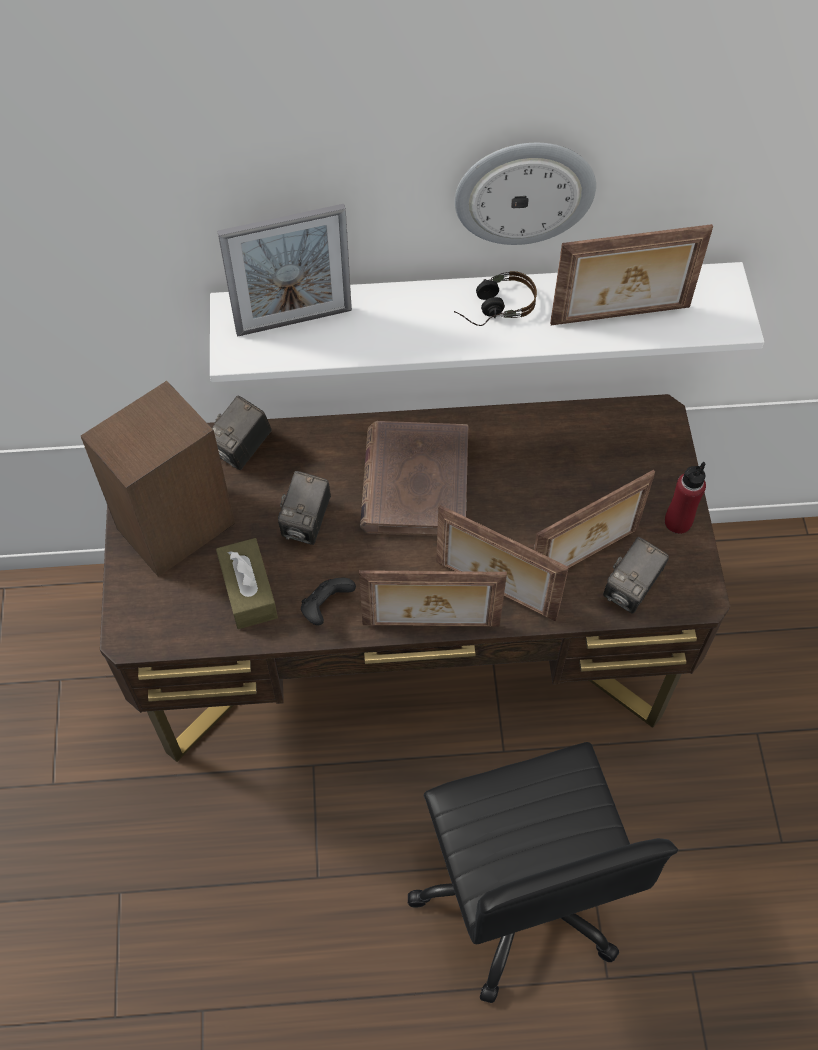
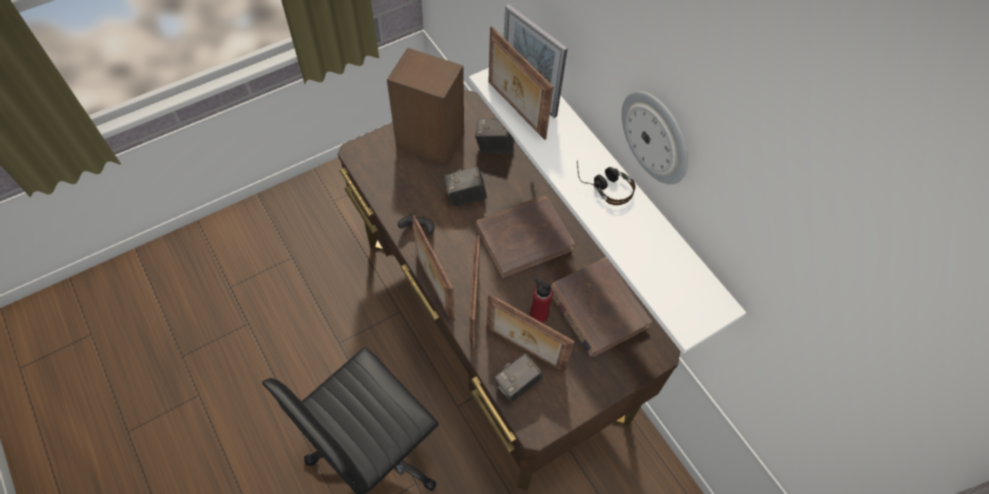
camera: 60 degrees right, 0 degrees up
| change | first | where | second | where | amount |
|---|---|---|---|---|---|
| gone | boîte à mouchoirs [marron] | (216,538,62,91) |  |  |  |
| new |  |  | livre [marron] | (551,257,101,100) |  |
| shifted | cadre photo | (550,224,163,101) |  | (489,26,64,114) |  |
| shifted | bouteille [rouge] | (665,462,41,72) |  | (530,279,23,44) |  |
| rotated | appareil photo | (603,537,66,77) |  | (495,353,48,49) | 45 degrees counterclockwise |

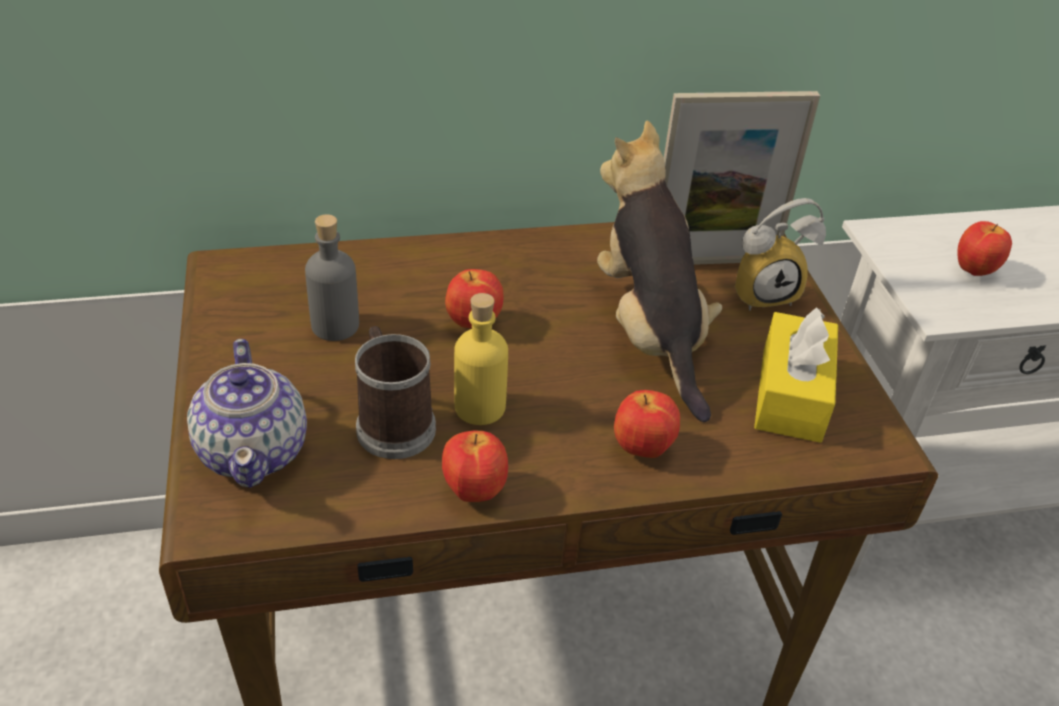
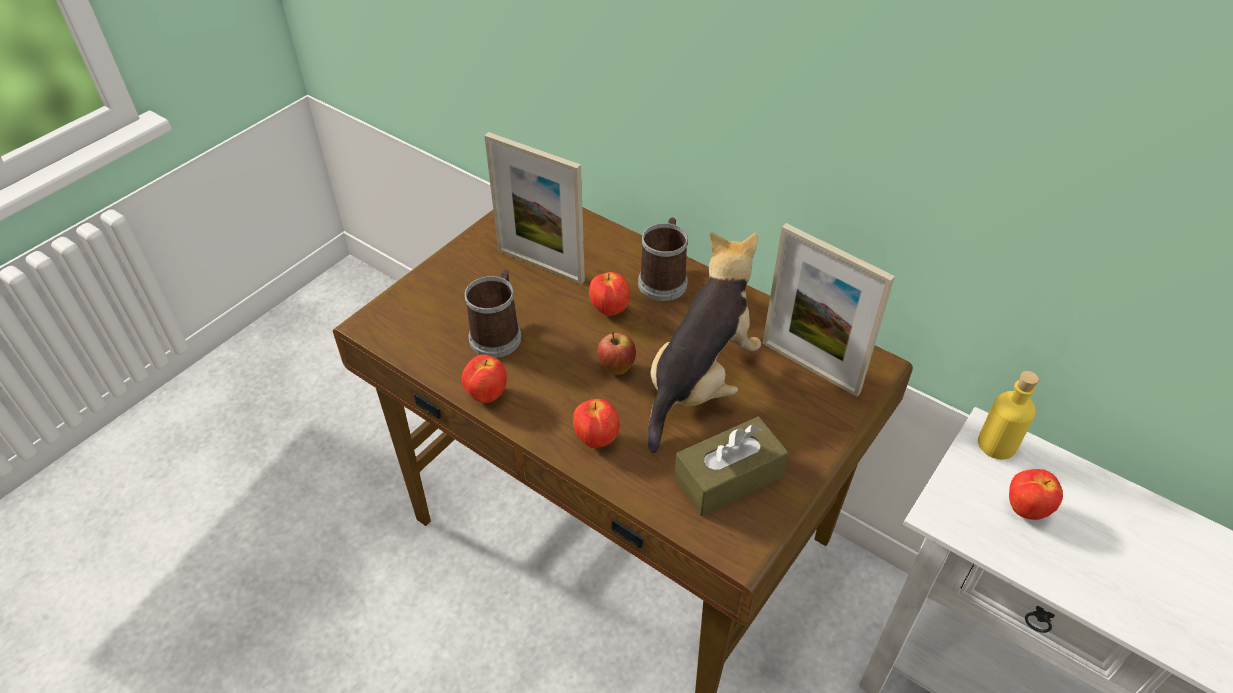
camera: 50 degrees right, 5 degrees up
| change | first | where | second | where | amount |
|---|---|---|---|---|---|
| gone | théière | (187,339,120,149) |  |  |  |
| gone | réveil | (735,198,91,113) |  |  |  |
| new |  |  | pomme | (597,332,39,42) |  |
| new |  |  | mug | (638,218,50,83) |  |
| shifted | bouteille [jaune] | (454,293,54,132) |  | (978,371,61,88) |  |
| swapped | bouteille [gris] | (305,214,54,127) | cadre photo | (484,132,101,152) |  |
| repainted | boîte à mouchoirs [jaune] | (754,307,84,136) | boîte à mouchoirs [marron] | (674,417,115,99) |  |

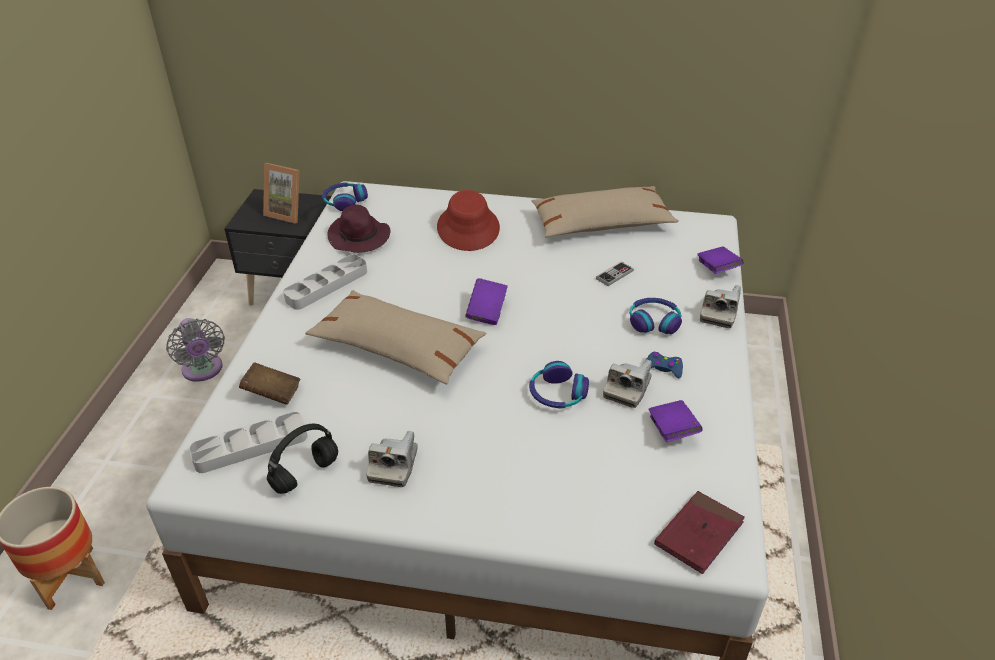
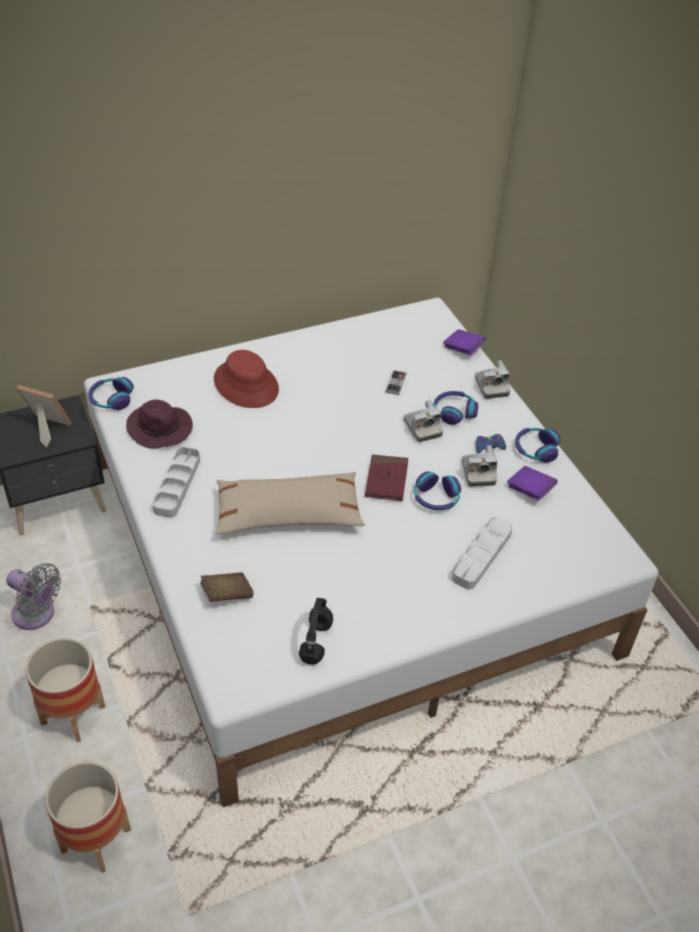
camera: 35 degrees left, 5 degrees up
| change | first | where | second | where | amount |
|---|---|---|---|---|---|
| gone | livre [violet] | (465,278,43,47) |  |  |  |
| gone | coussin [beige] | (532,186,147,51) |  |  |  |
| new |  |  | cache-pot | (26,638,79,104) |  |
| new |  |  | casque audio | (515,428,46,35) |  |
| shifted | plateau [gris] | (189,412,118,61) |  | (452,517,60,72) |  |
| shifted | appareil photo | (367,431,51,56) |  | (404,400,39,42) |  |
| shifted | livre [rouge] | (654,491,91,83) |  | (365,455,43,46) |  |
| rotated | cadre photo | (263,163,36,60) |  | (16,385,56,62) | 150 degrees counterclockwise |

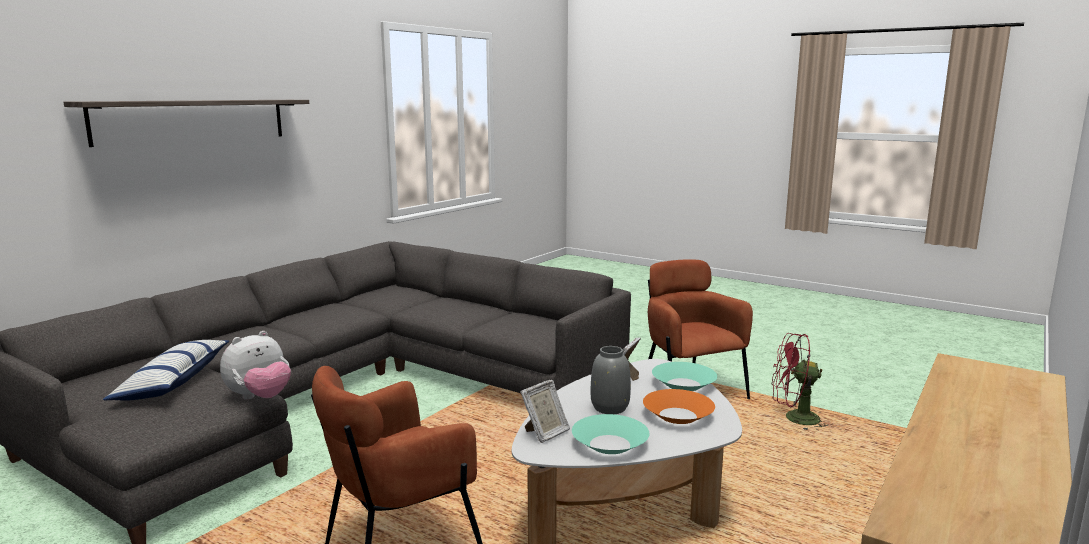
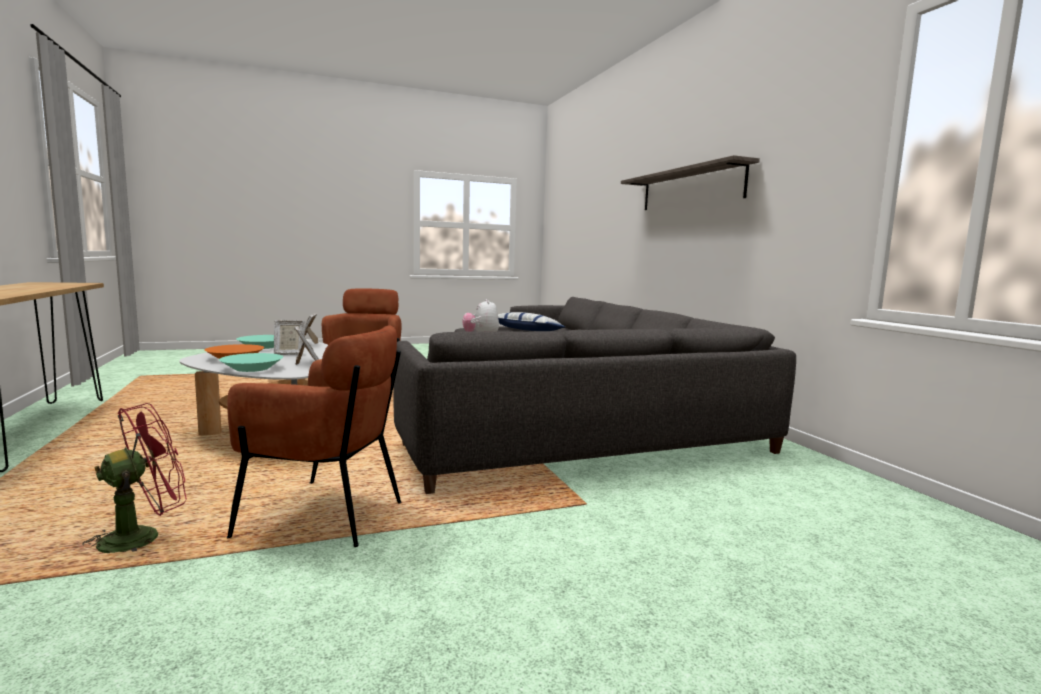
camera: 125 degrees right, 5 degrees down
| change | first | where | second | where | amount |
|---|---|---|---|---|---|
| swapped | vase [gris] | (591,346,40,68) | cadre photo | (274,320,31,35) |  |

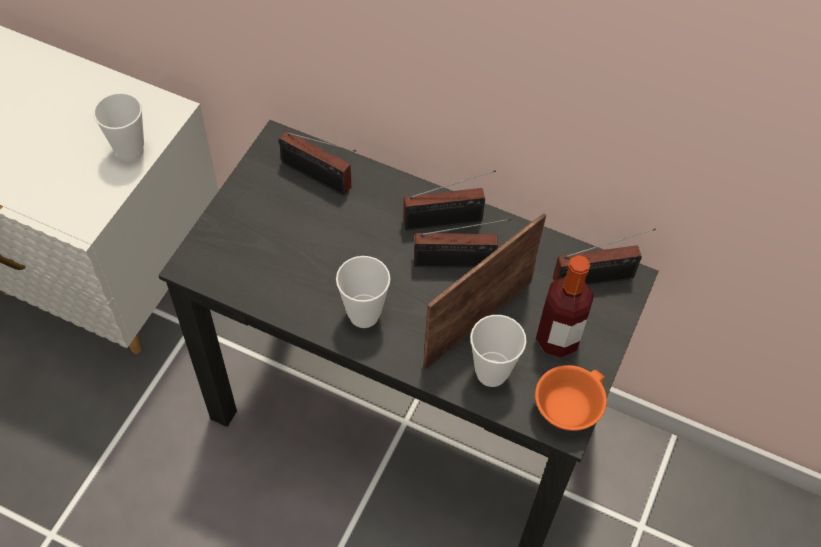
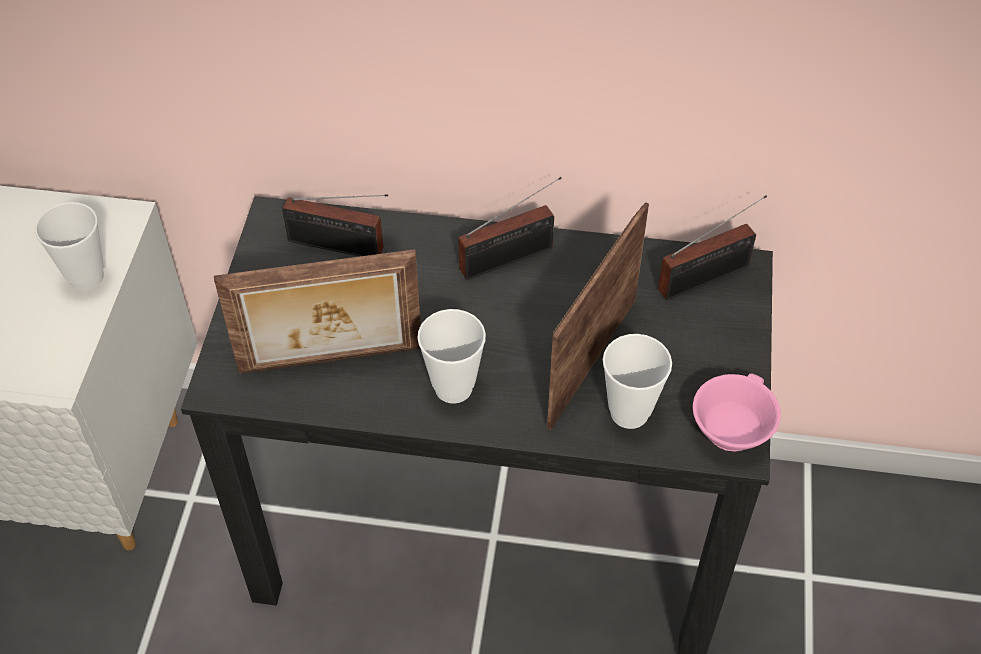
camera: 15 degrees left, 5 degrees down
| change | first | where | second | where | amount |
|---|---|---|---|---|---|
| gone | radio | (414,218,97,50) |  |  |  |
| gone | bouteille | (536,255,58,103) |  |  |  |
| new |  |  | cadre photo | (214,249,207,125) |  |
| repainted | tasse [orange] | (535,365,72,66) | tasse [rose] | (693,373,88,79) |  |

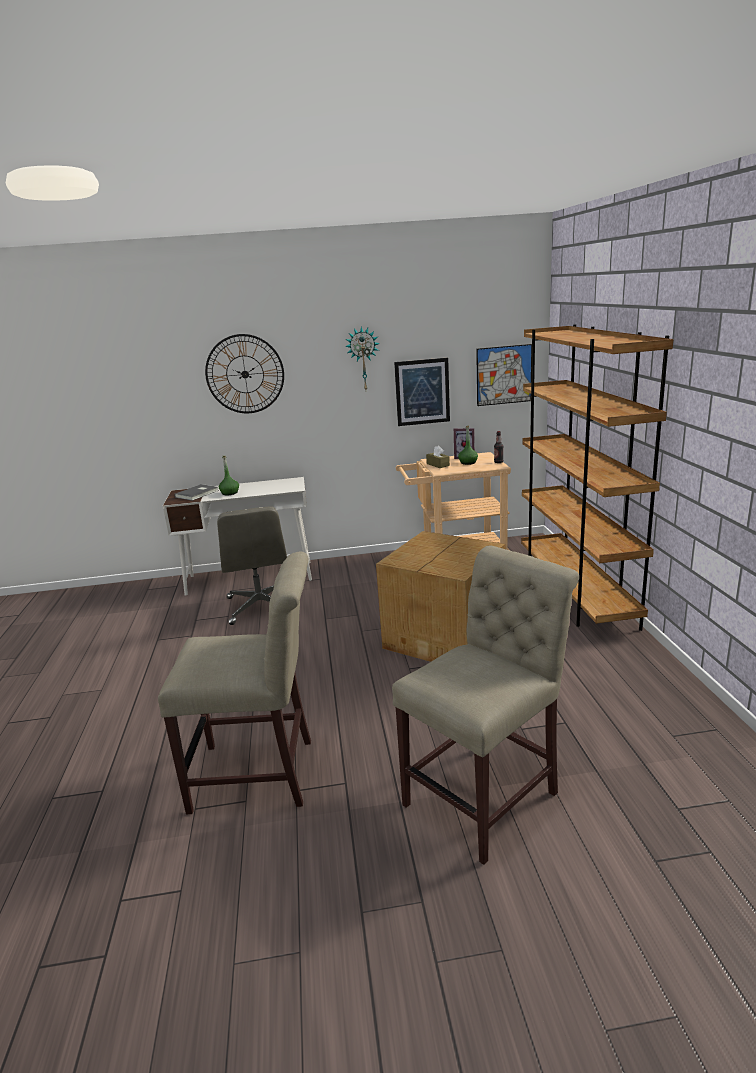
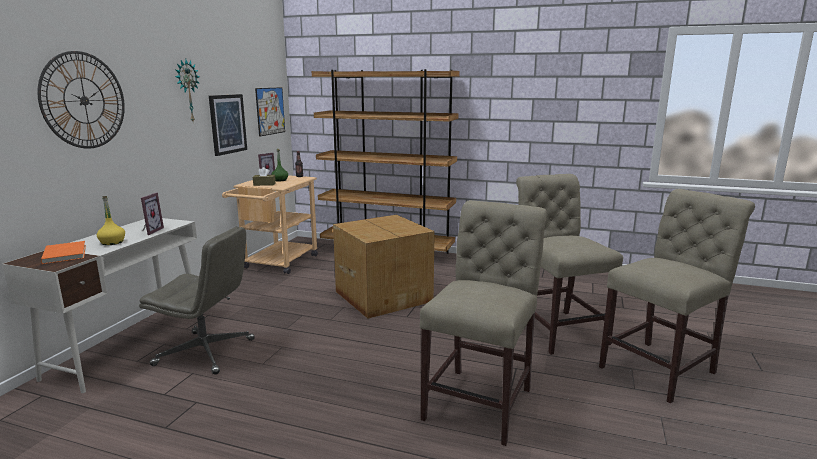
camera: 65 degrees left, 5 degrees down
| change | first | where | second | where | amount |
|---|---|---|---|---|---|
| new |  |  | cadre photo | (141,193,23,42) |  |
| new |  |  | chaise [beige] | (599,189,156,214) |  |
| repainted | livre [gris] | (174,484,45,17) | livre [orange] | (41,241,45,23) |  |
| repainted | bouteille [vert] | (219,456,20,39) | bouteille [jaune] | (97,196,28,49) |  |

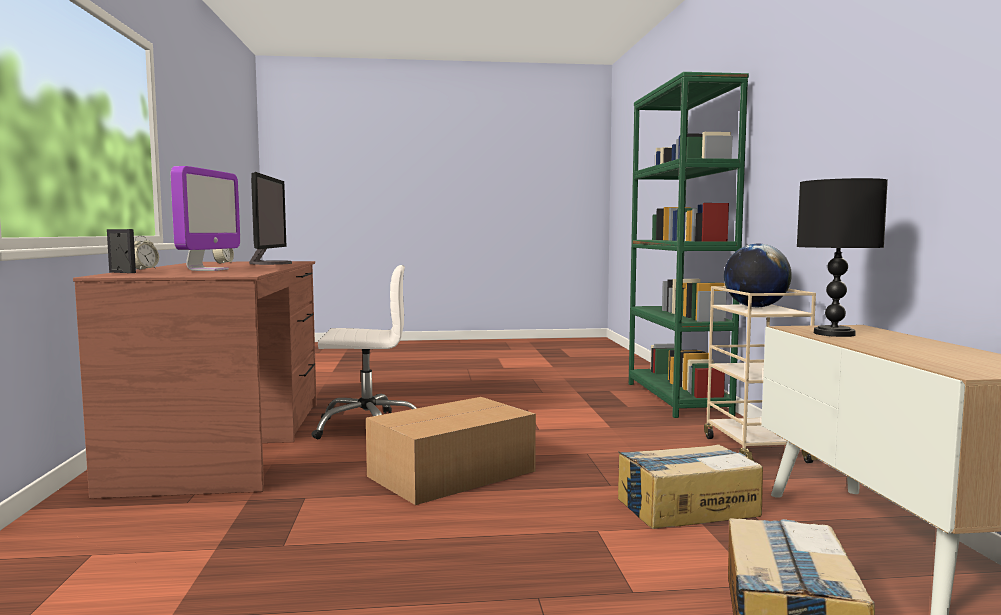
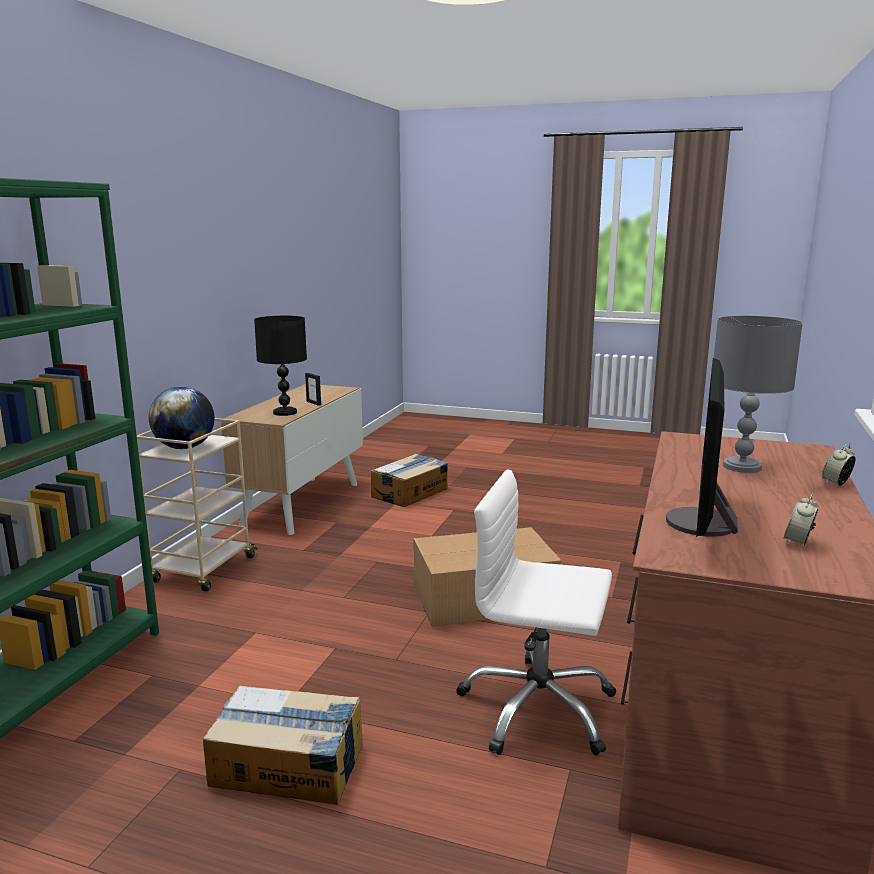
camera: 155 degrees left, 10 degrees up
| change | first | where | second | where | amount |
|---|---|---|---|---|---|
| shifted | cadre photo | (107,229,29,44) |  | (305,373,16,33) |  |
| shifted | carton | (618,444,145,85) |  | (203,685,160,120) |  |
| swapped | écran d'ordinateur | (171,166,69,105) | lampe de table [gris] | (714,316,89,157) |  |

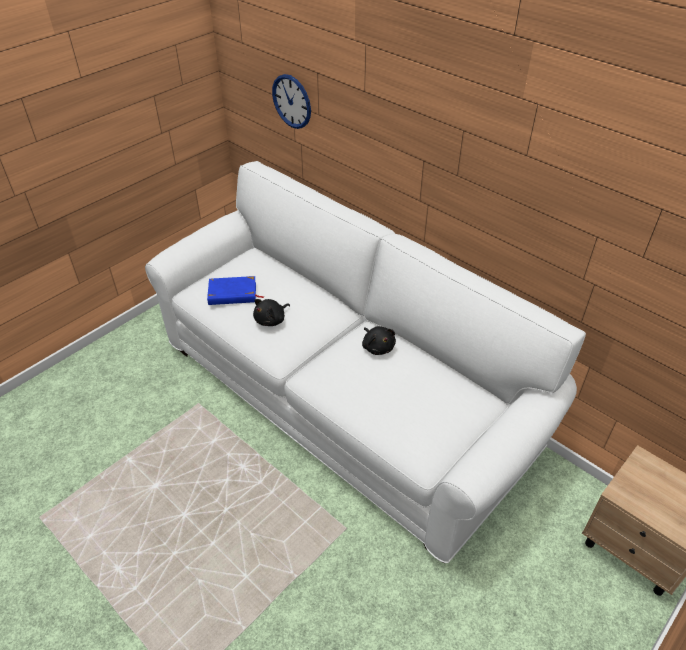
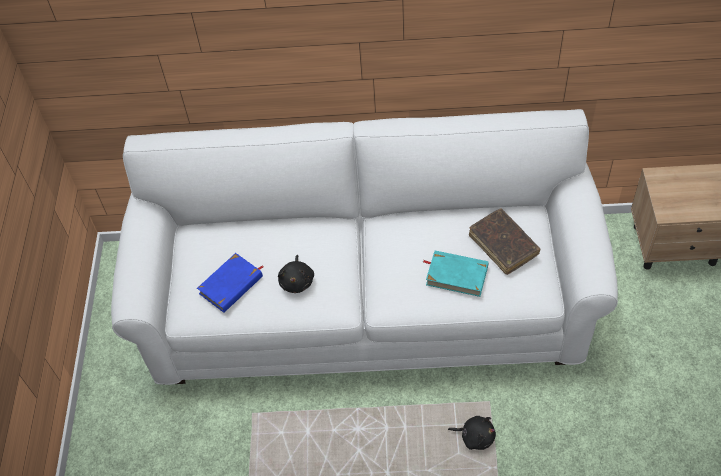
camera: 40 degrees left, 10 degrees up
| change | first | where | second | where | amount |
|---|---|---|---|---|---|
| gone | horloge murale | (272,74,39,55) |  |  |  |
| new |  |  | livre [turquoise] | (423,251,66,46) |  |
| new |  |  | livre [marron] | (469,208,71,67) |  |
| shifted | peluche [noir] | (362,326,34,29) |  | (448,416,48,34) |  |

